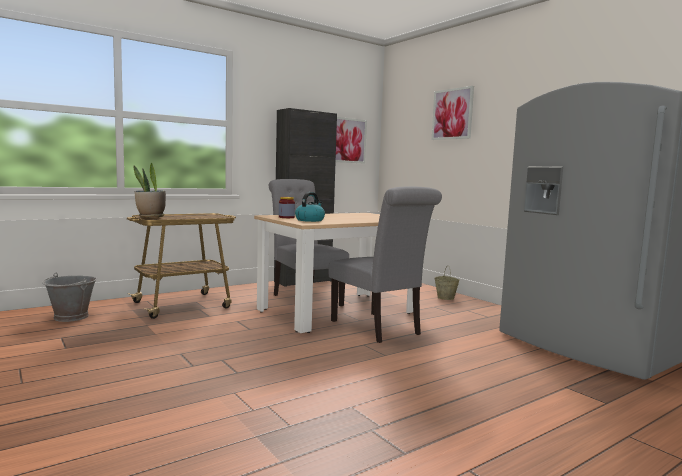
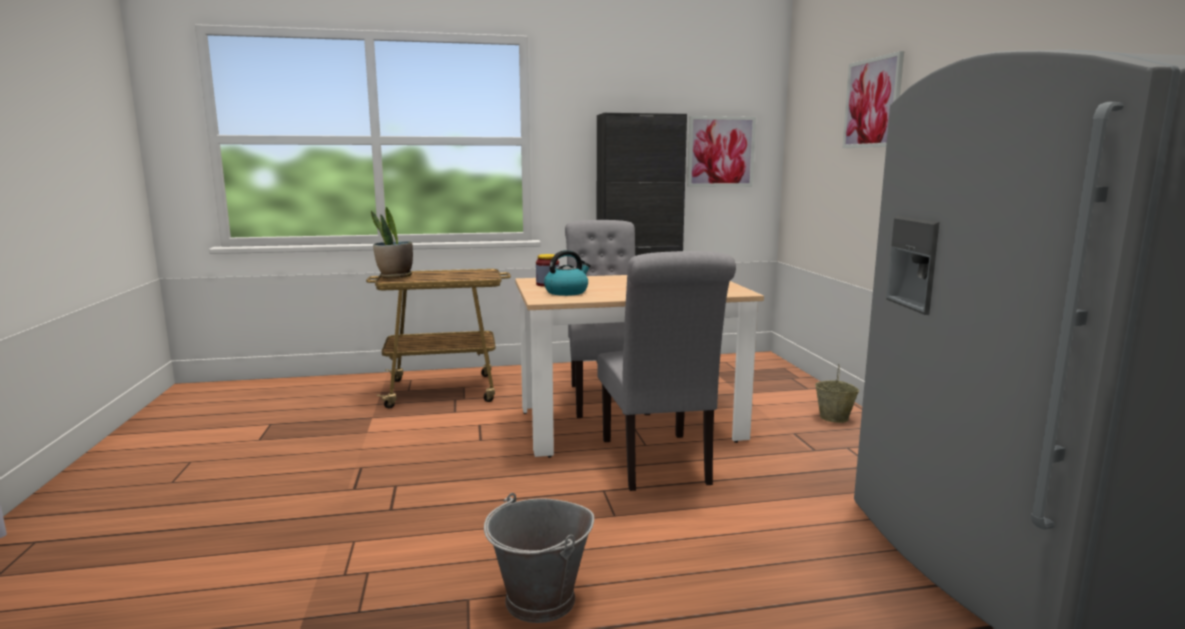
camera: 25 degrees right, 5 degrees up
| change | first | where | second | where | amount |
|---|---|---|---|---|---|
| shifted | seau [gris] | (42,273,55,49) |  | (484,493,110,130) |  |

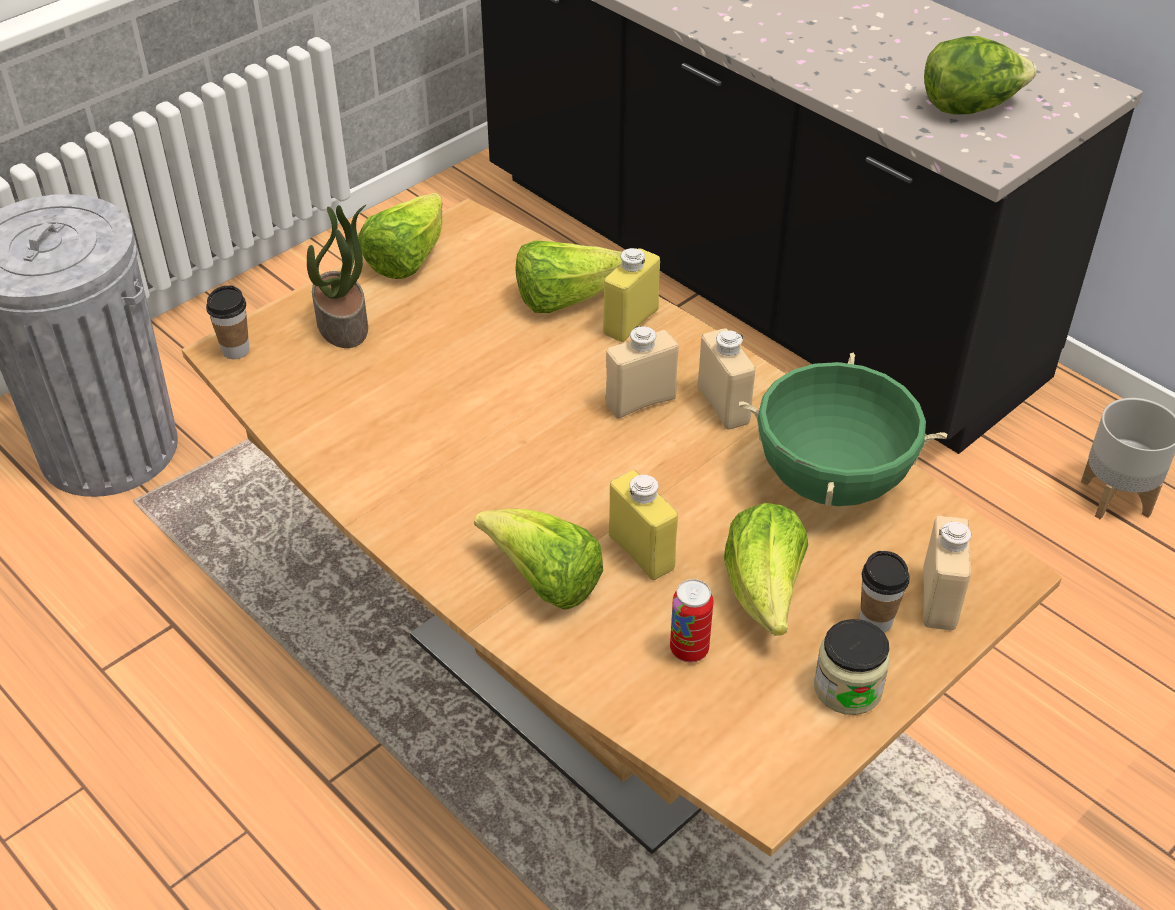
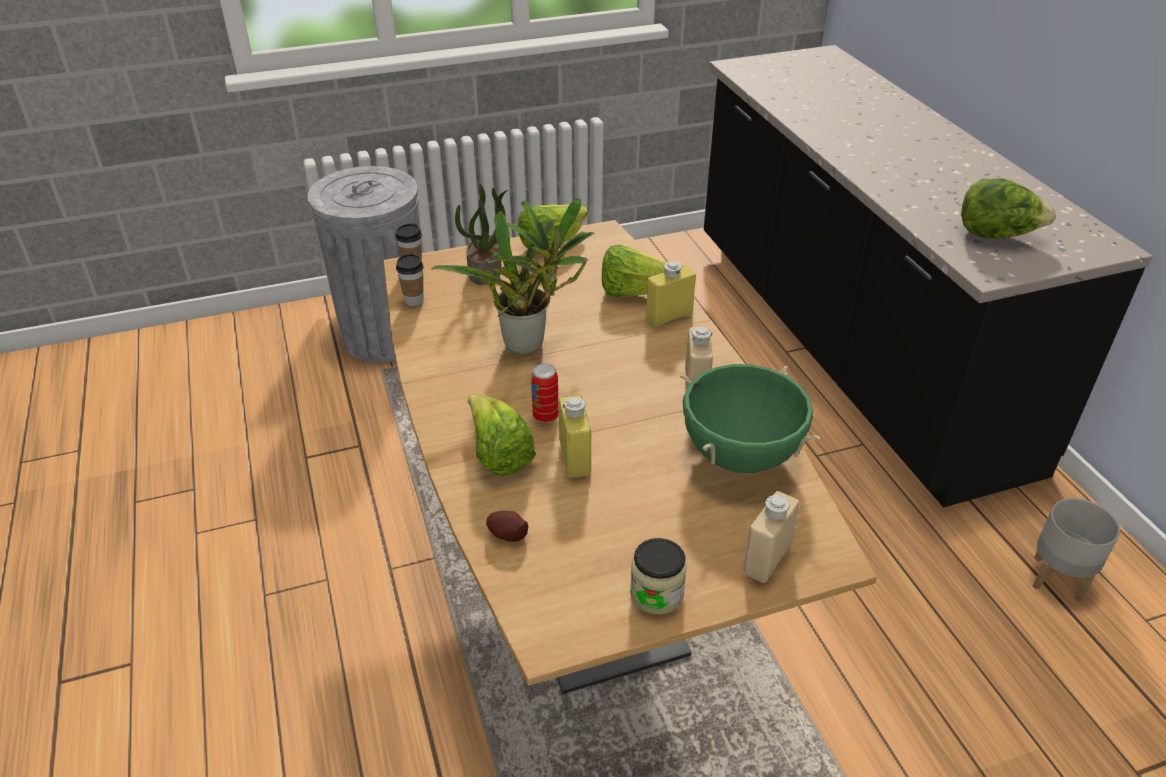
camera: 25 degrees right, 5 degrees down
| change | first | where | second | where | amount |
|---|---|---|---|---|---|
| gone | bouteille [beige] | (606,326,73,93) |  |  |  |
| gone | laitue | (724,503,84,132) |  |  |  |
| new |  |  | plante en pot | (431,198,164,157) |  |
| new |  |  | pomme de terre | (486,511,42,31) |  |
| shifted | boîte métallique | (670,579,43,83) |  | (531,363,28,60) |  |
| shifted | tasse | (860,551,50,82) |  | (396,253,28,53) |  |

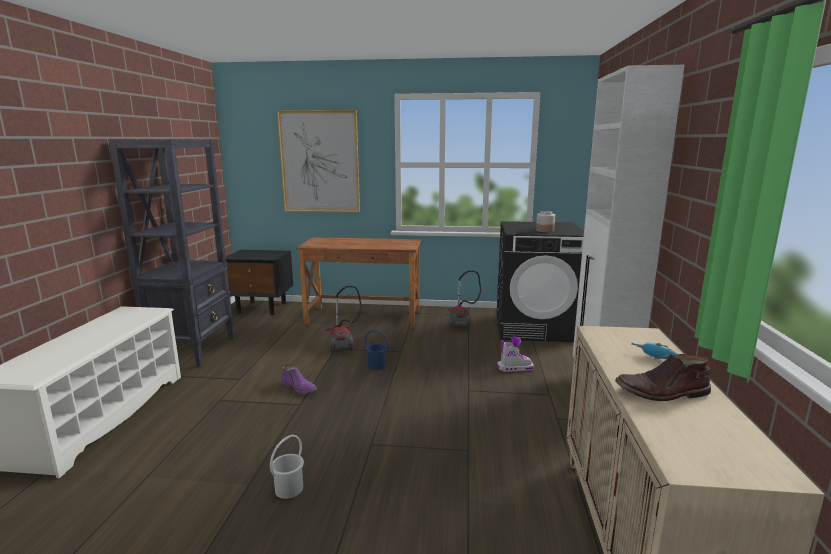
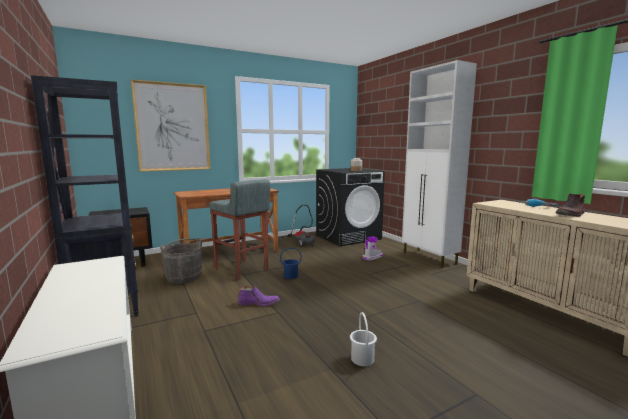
camera: 35 degrees left, 5 degrees down
| change | first | where | second | where | amount |
|---|---|---|---|---|---|
| new |  |  | seau [gris] | (160,238,43,46) |  |
| swapped | aspirateur | (326,286,36,67) | tabouret [gris] | (209,179,61,101) |  |

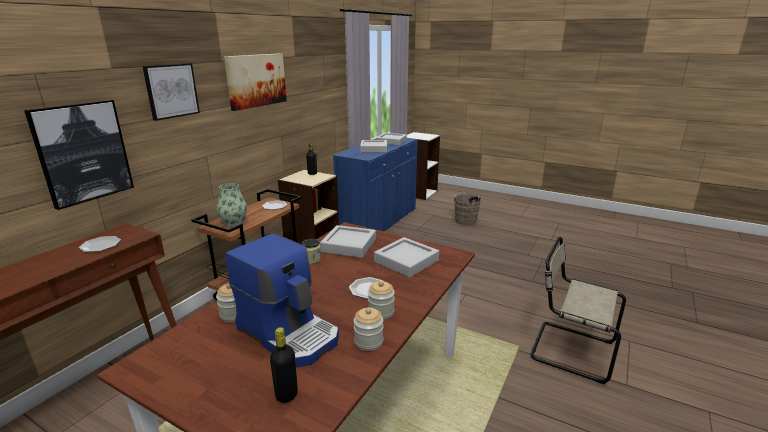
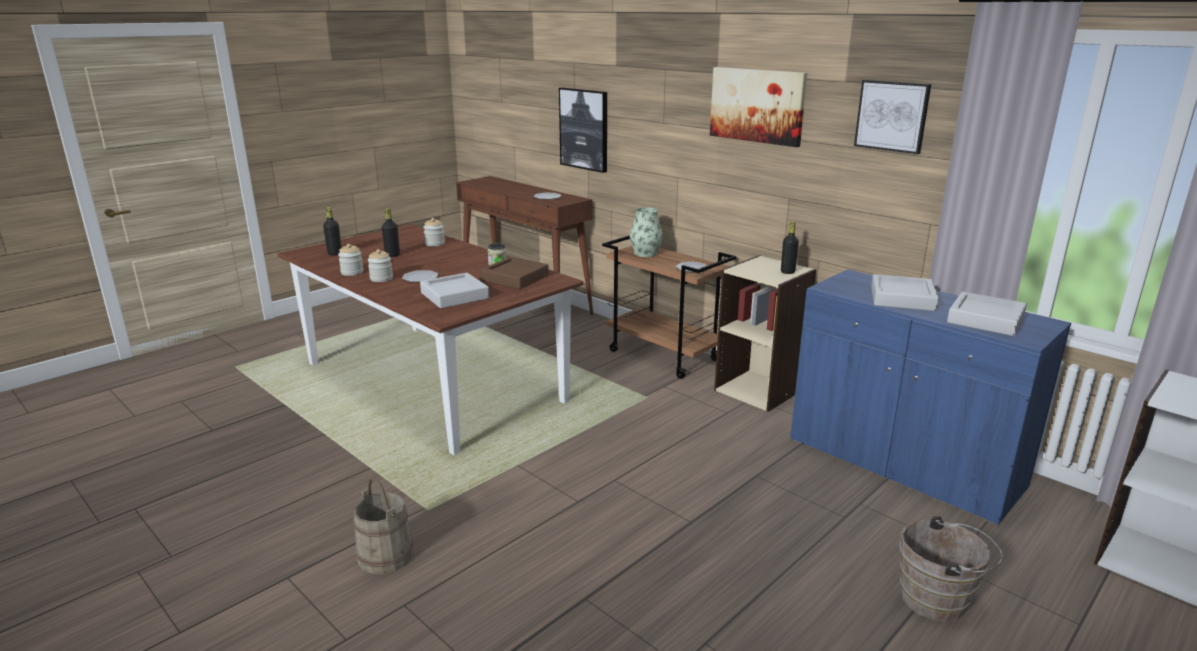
camera: 105 degrees right, 0 degrees up
| change | first | where | second | where | amount |
|---|---|---|---|---|---|
| shifted | tableau | (142,63,58,58) |  | (854,80,77,74) |  |
| swapped | machine à café | (225,233,114,135) | bouteille [noir] | (382,208,18,49) |  |
| swapped | chaise [beige] | (530,237,96,148) | seau [beige] | (353,477,61,97) |  |
| repainted | plateau [gris] | (320,225,56,33) | plateau [marron] | (481,257,68,32) |  |

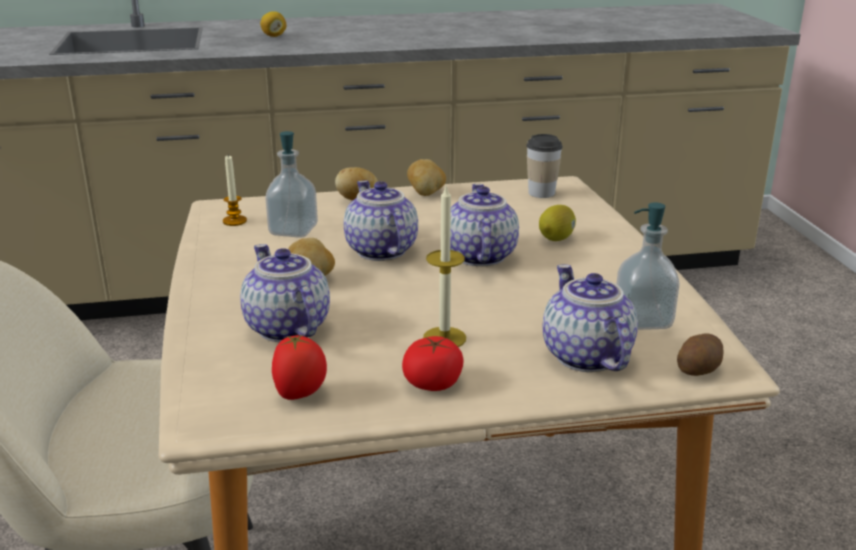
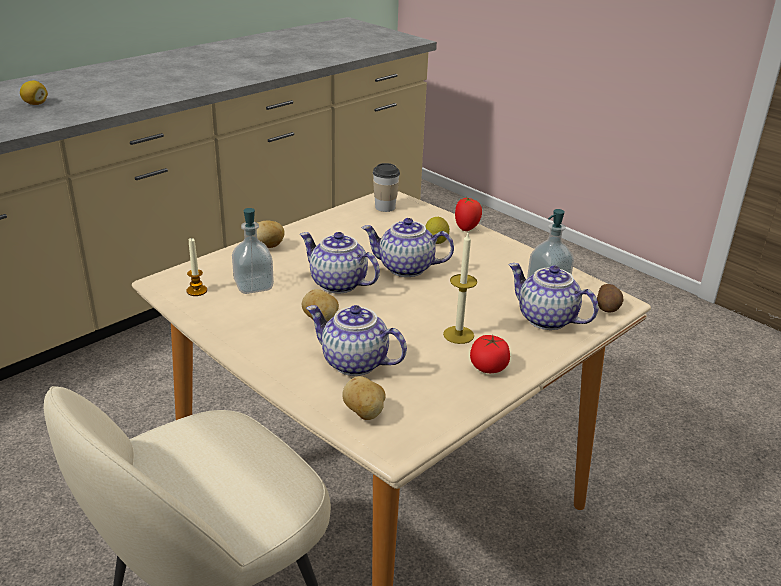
camera: 35 degrees left, 5 degrees up
| change | first | where | second | where | amount |
|---|---|---|---|---|---|
| shifted | tomate | (272,334,55,66) |  | (455,197,27,34) |  |
| shifted | pomme de terre | (407,159,39,37) |  | (342,376,44,44) |  |
| rotated | théière | (450,184,69,82) |  | (362,218,92,59) | 45 degrees counterclockwise |

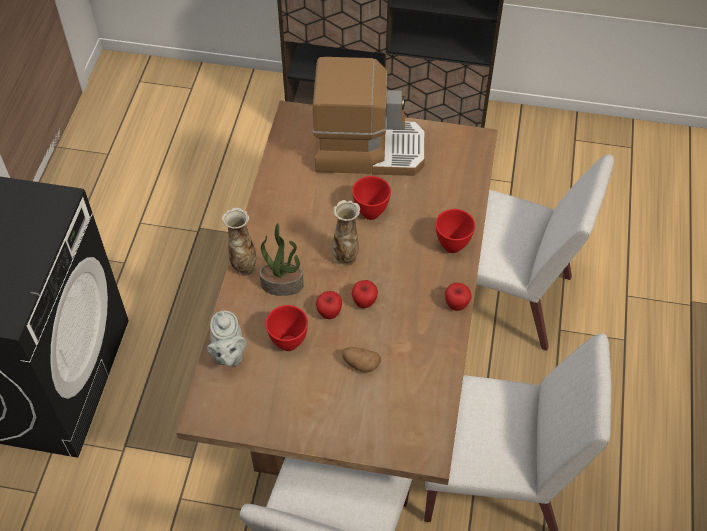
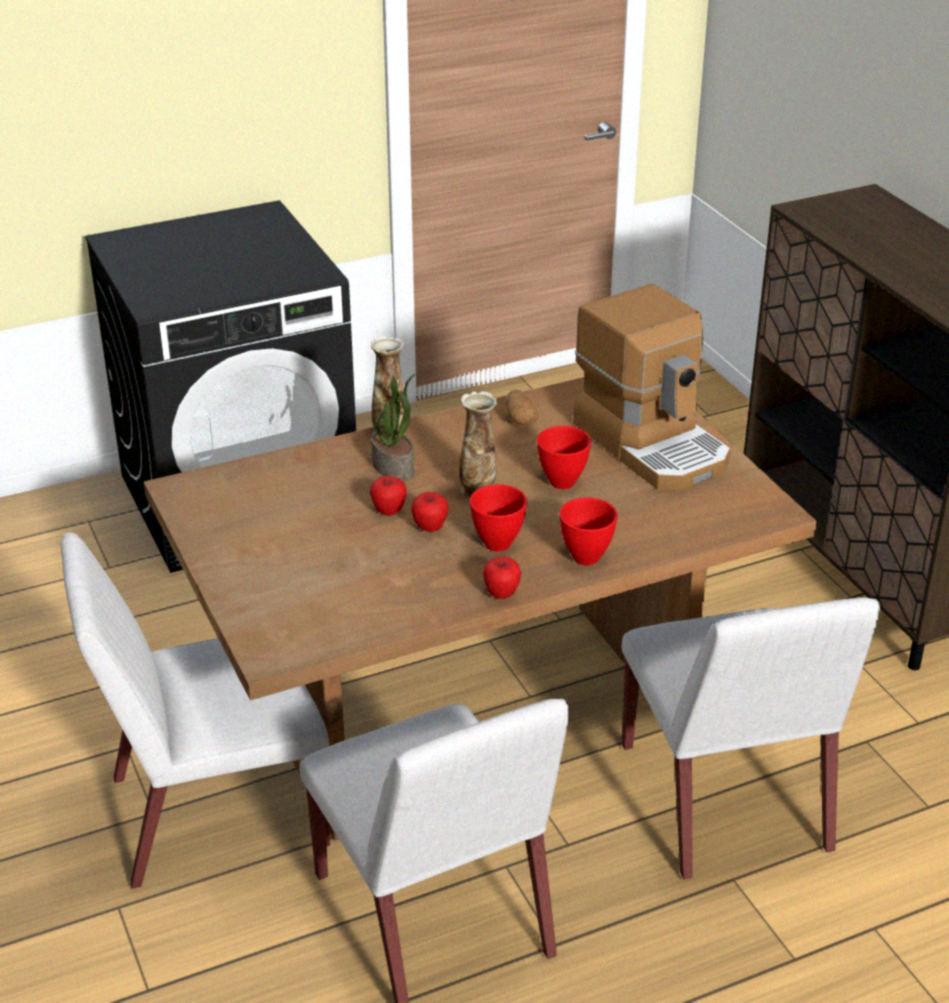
camera: 55 degrees right, 20 degrees down
| change | first | where | second | where | amount |
|---|---|---|---|---|---|
| gone | théière [gris] | (207,311,40,55) |  |  |  |
| shifted | bol [rouge] | (266,305,42,46) |  | (470,484,57,68) |  |
| shifted | pomme de terre | (342,347,39,25) |  | (506,390,32,35) |  |

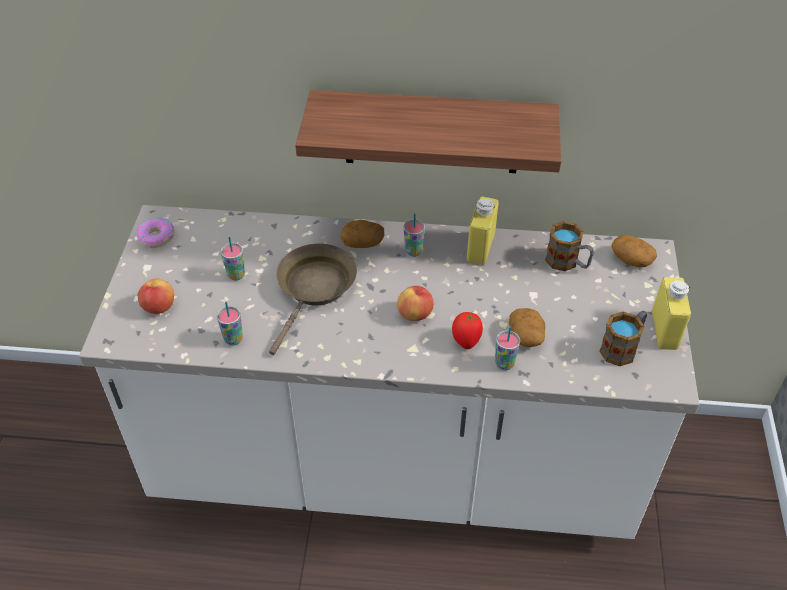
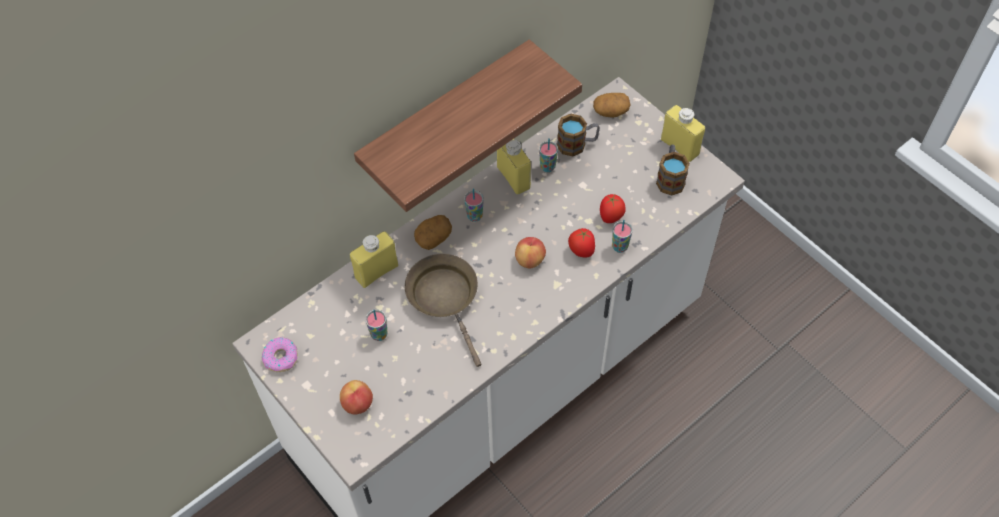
camera: 45 degrees left, 10 degrees up
| change | first | where | second | where | amount |
|---|---|---|---|---|---|
| new |  |  | bouteille [jaune] | (350,231,48,57) |  |
| shifted | tasse | (217,302,26,44) |  | (539,138,19,34) |  |
| swapped | pomme de terre | (509,308,36,39) | tomate | (600,194,26,29) |  |

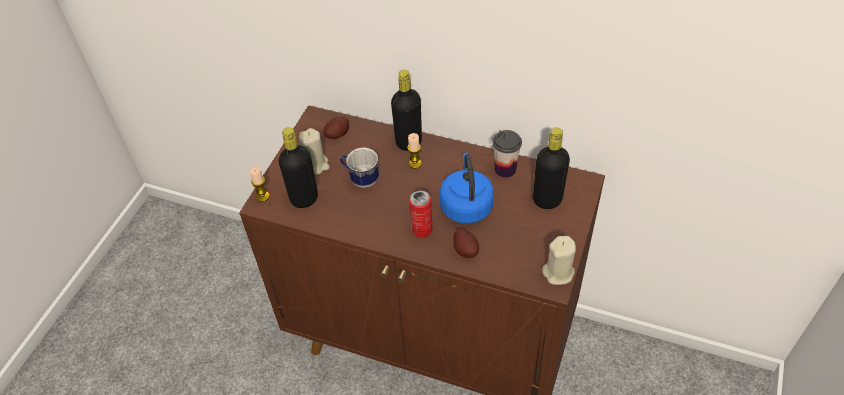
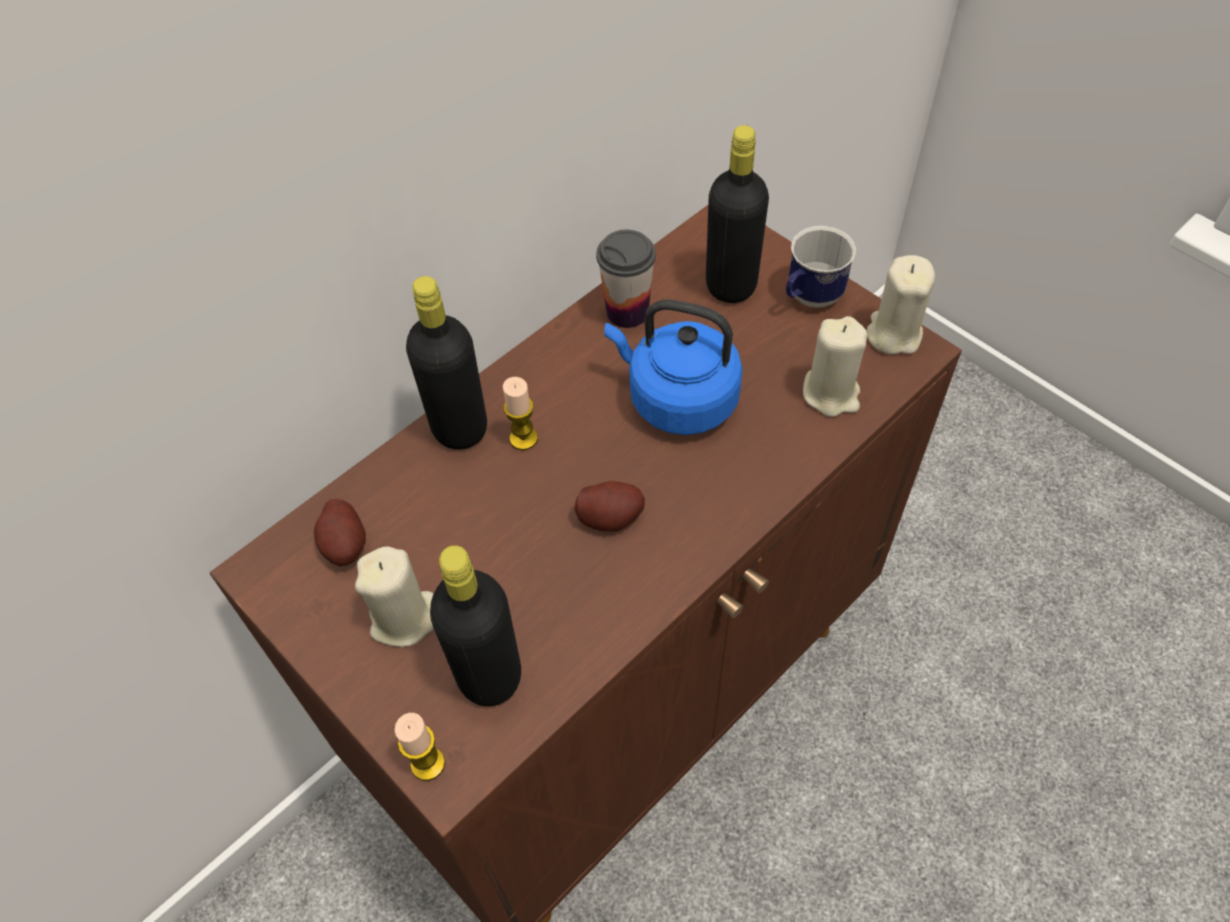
camera: 65 degrees left, 5 degrees up
| change | first | where | second | where | amount |
|---|---|---|---|---|---|
| gone | boîte métallique | (409,190,24,48) |  |  |  |
| new |  |  | bougie [beige] | (803,316,64,101) |  |
| shifted | mug | (340,148,39,40) |  | (786,226,70,82) |  |
| shifted | pomme de terre | (453,229,26,29) |  | (575,481,70,51) |  |

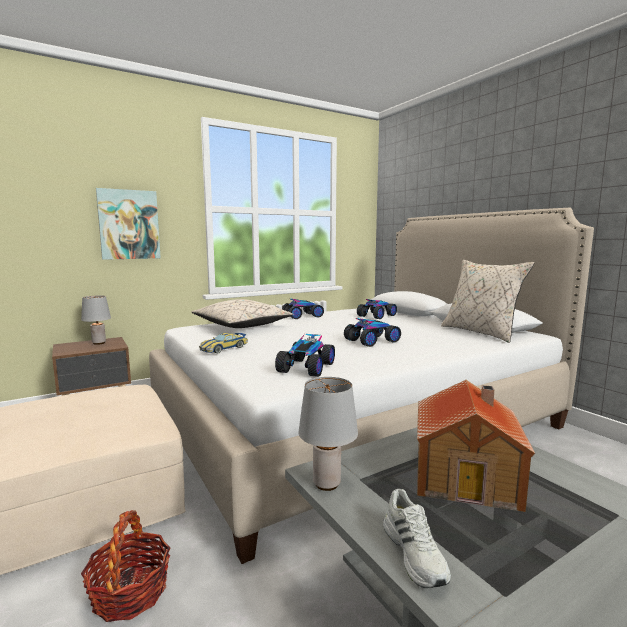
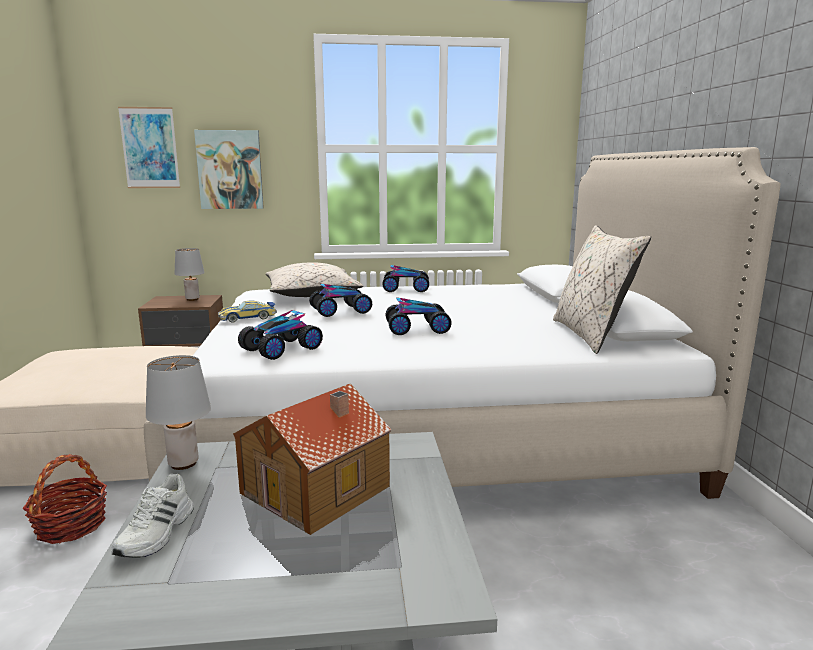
camera: 25 degrees right, 5 degrees up
| change | first | where | second | where | amount |
|---|---|---|---|---|---|
| new |  |  | tableau | (118,107,62,81) |  |
| shifted | petite voiture | (357,299,40,20) |  | (309,284,63,33) |  |

